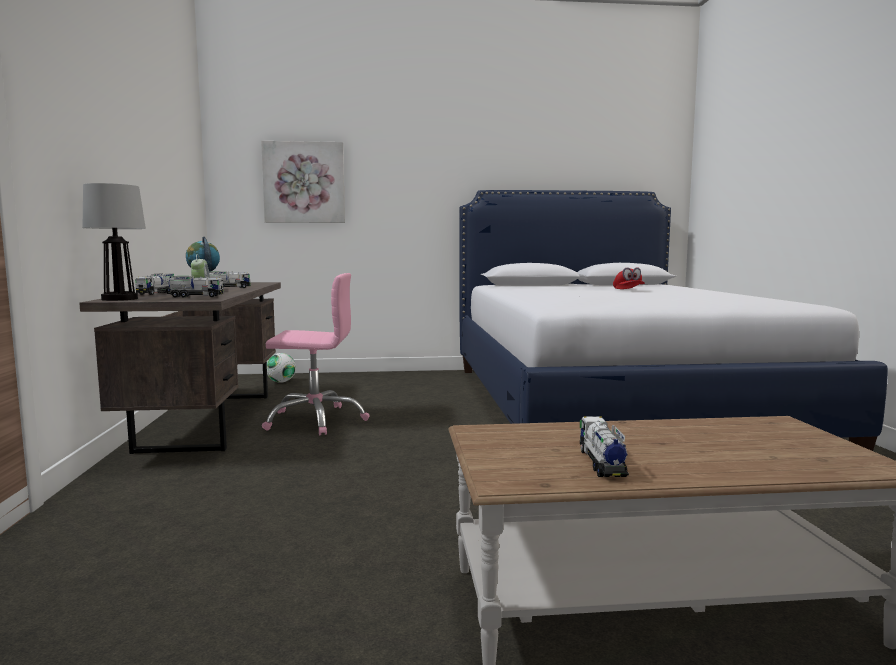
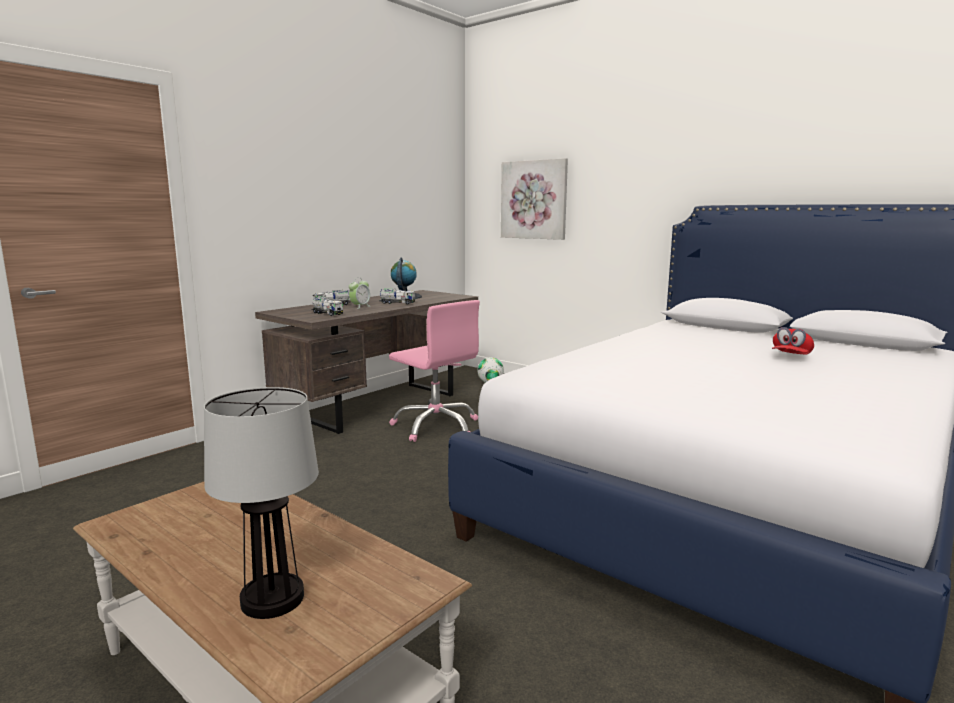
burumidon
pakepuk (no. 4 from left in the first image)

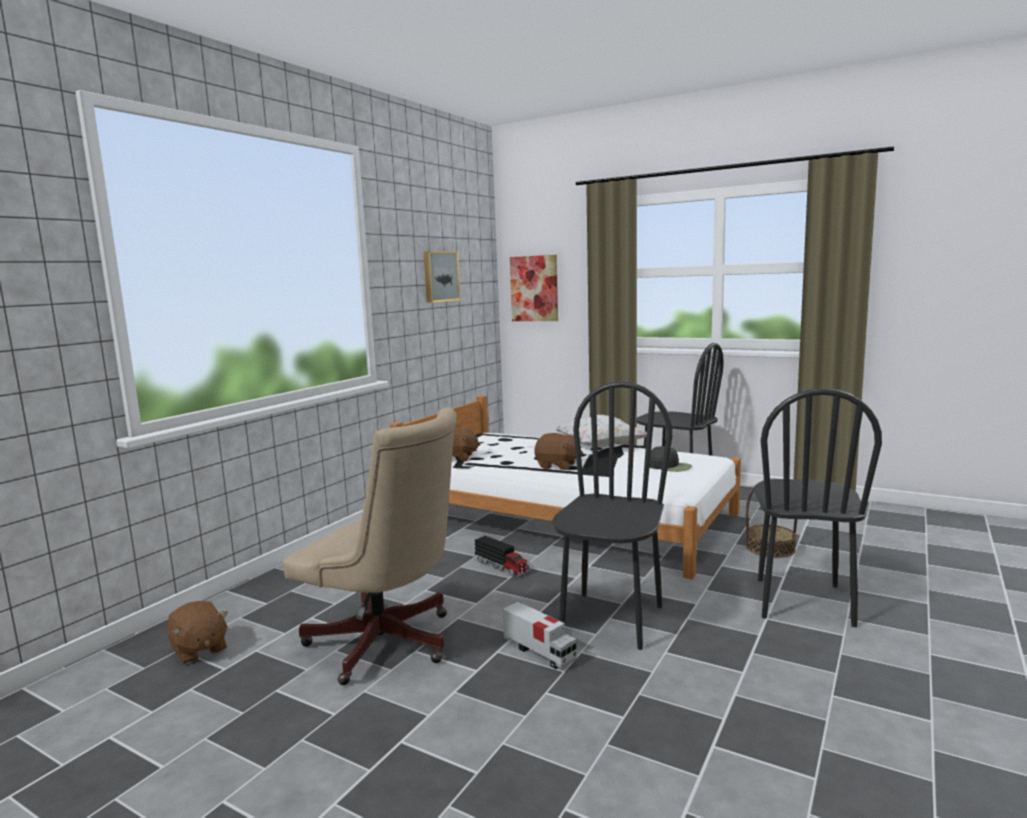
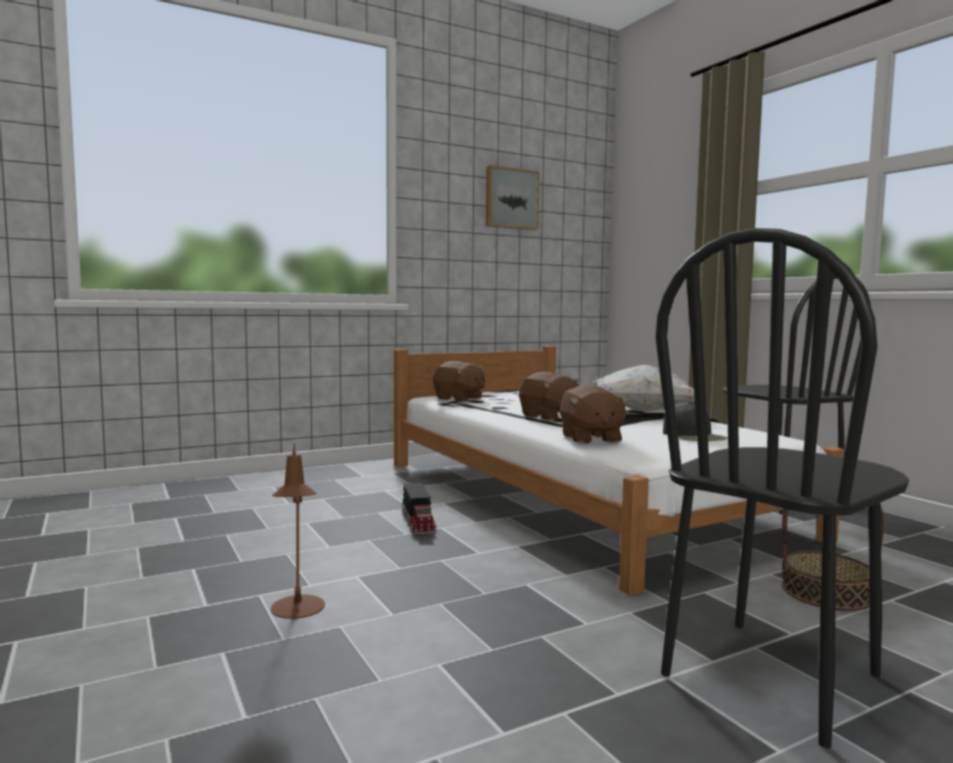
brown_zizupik (no. 3 from left)
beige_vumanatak
brown_burumidon
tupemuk (no. 2 from left in the first image)
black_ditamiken (no. 1 from left in the first image)

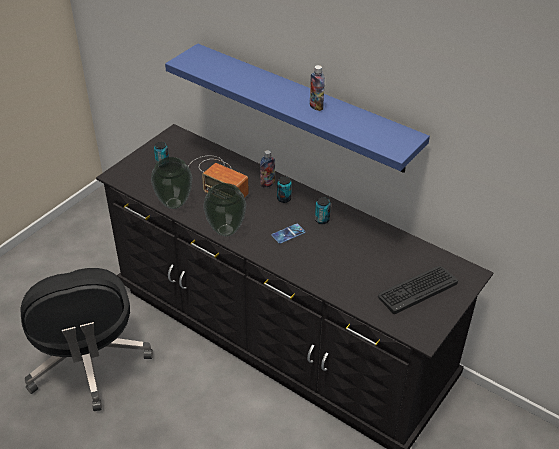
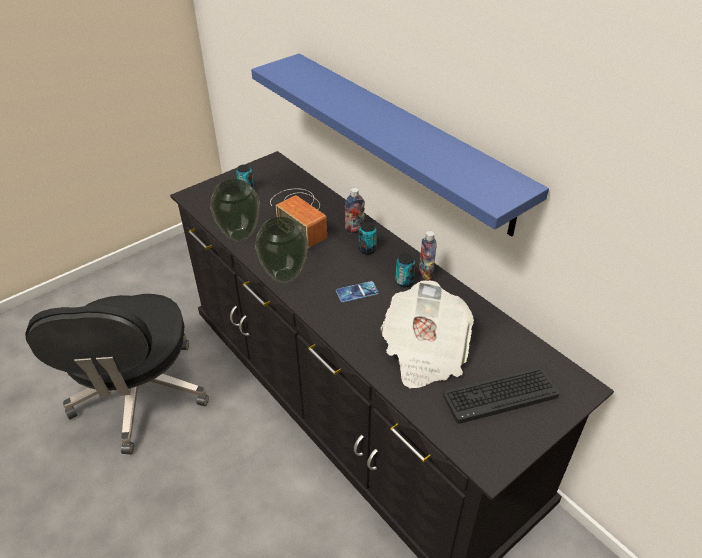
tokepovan (no. 2 from left)
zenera

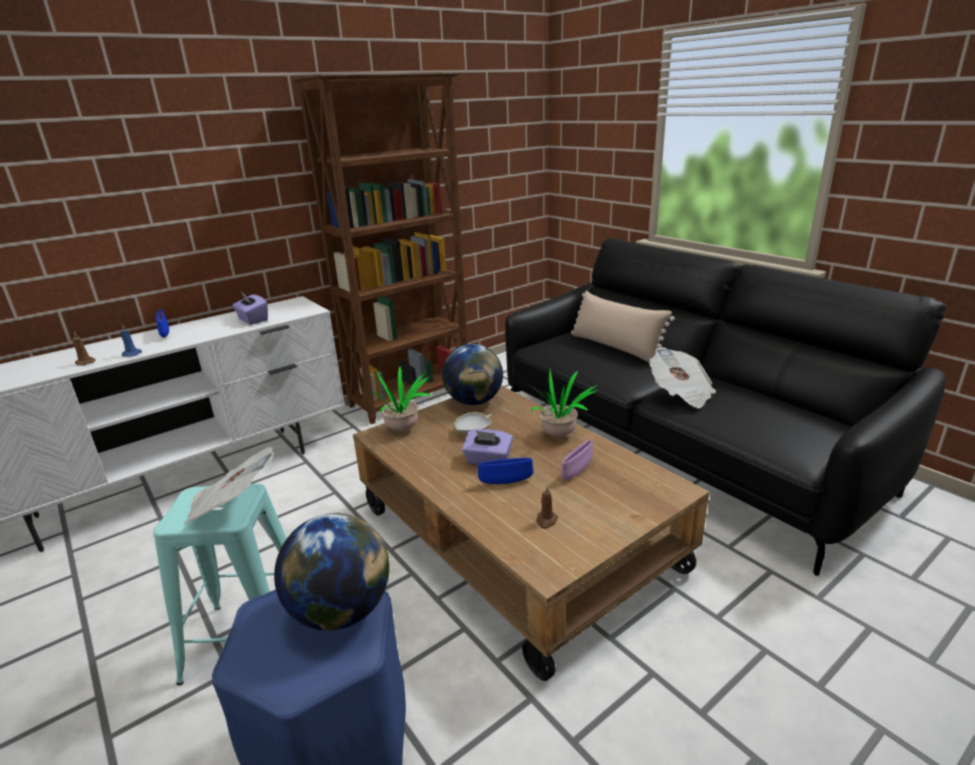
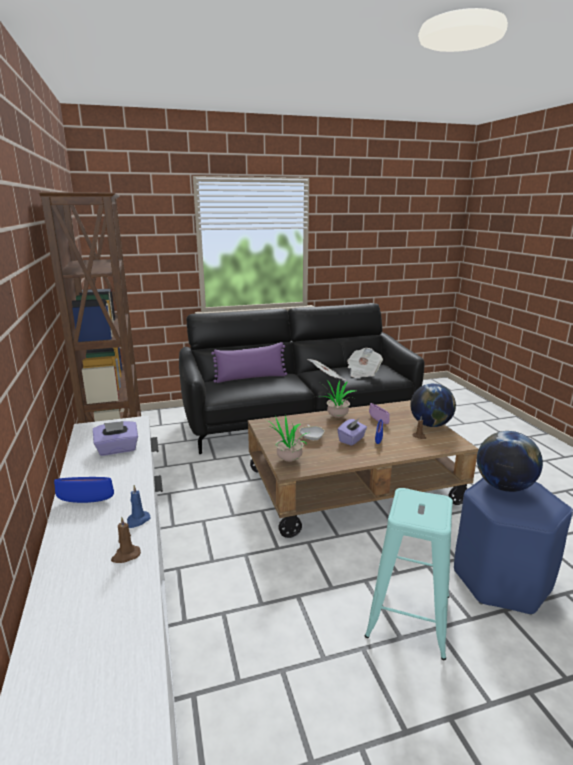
zenera (no. 2 from left)
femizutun (no. 1 from left)
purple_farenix

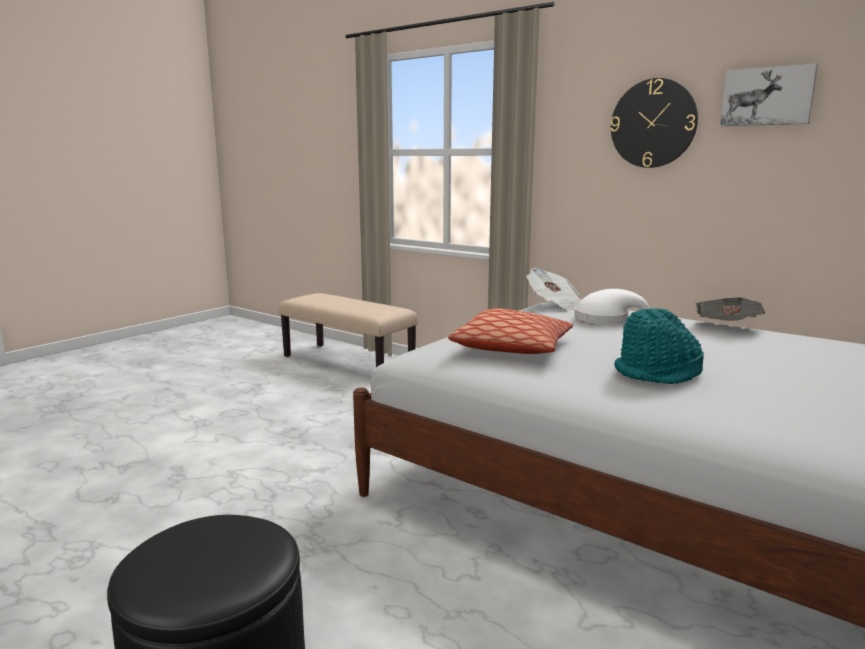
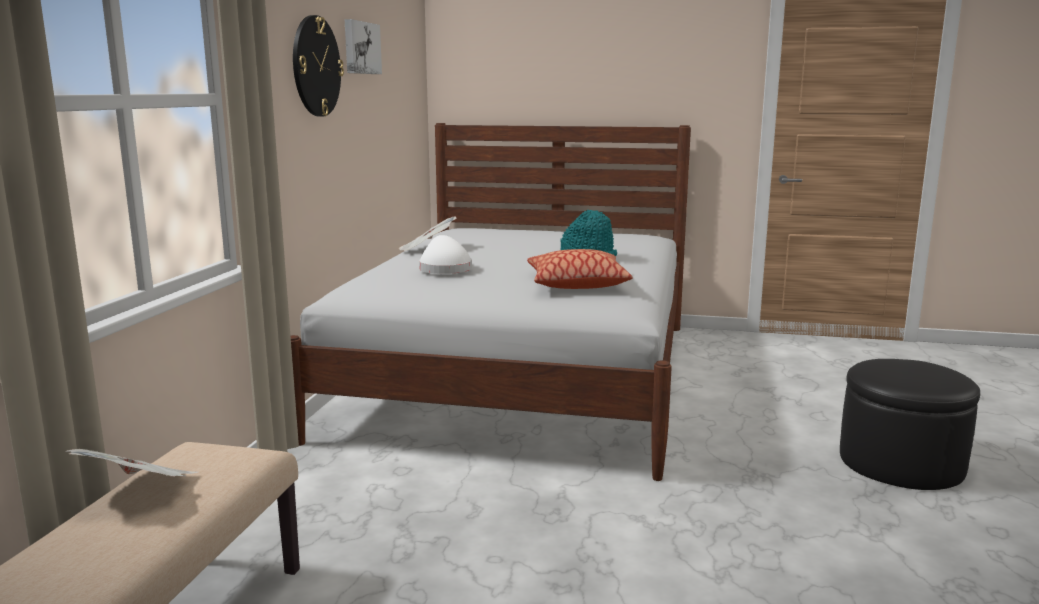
zenera (no. 1 from left)

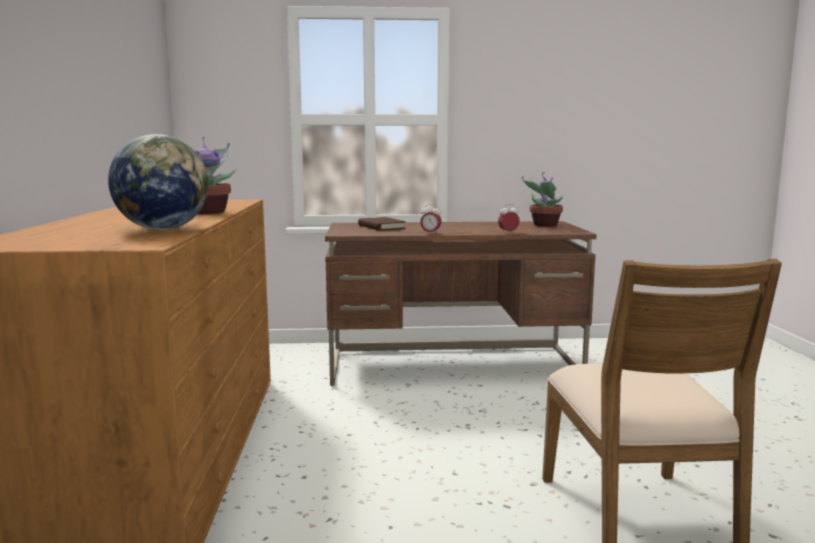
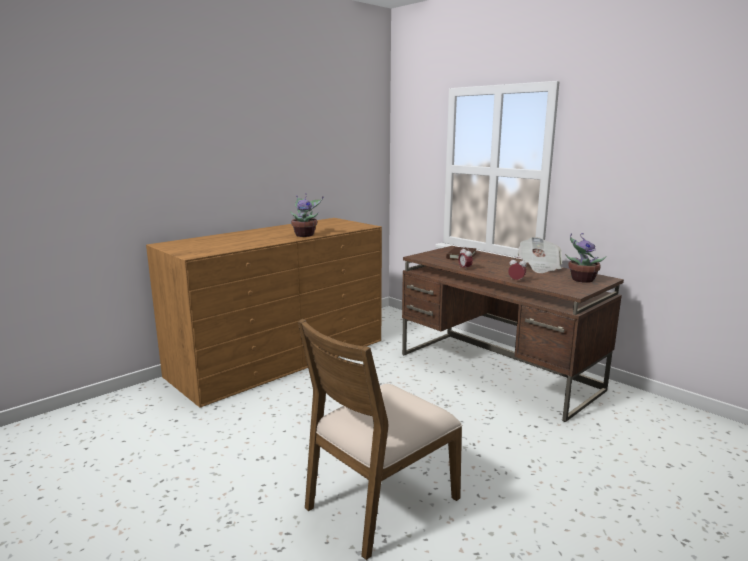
femizutun
zenera

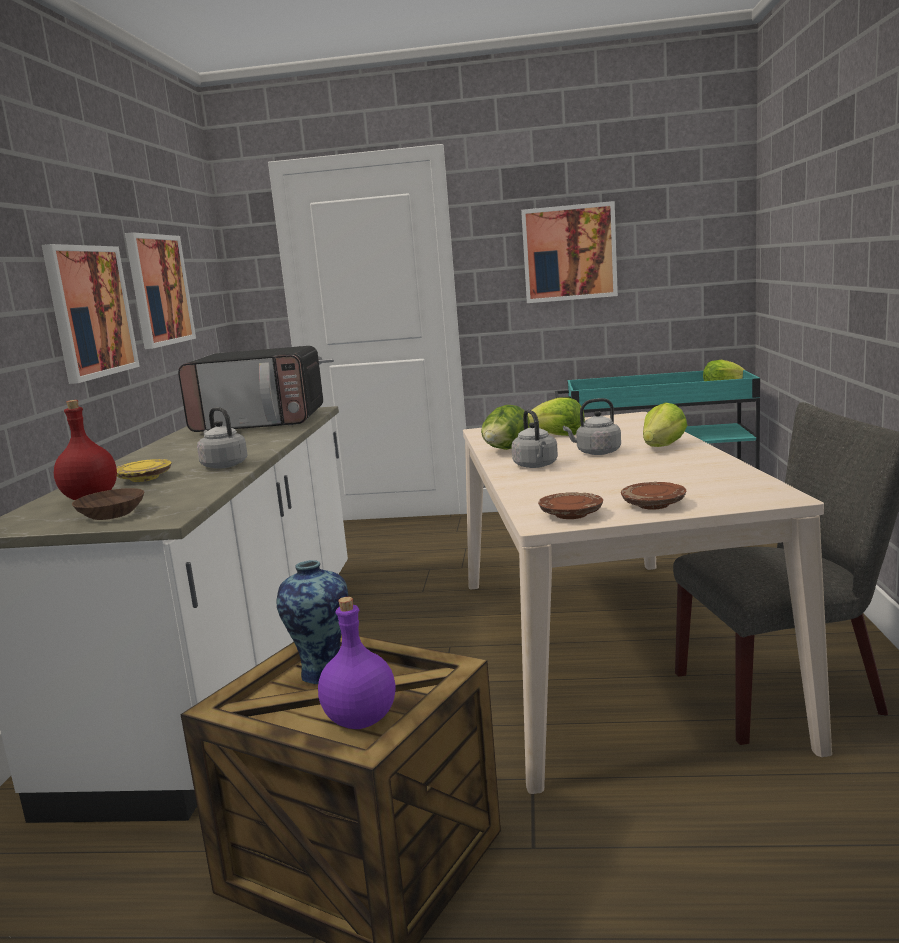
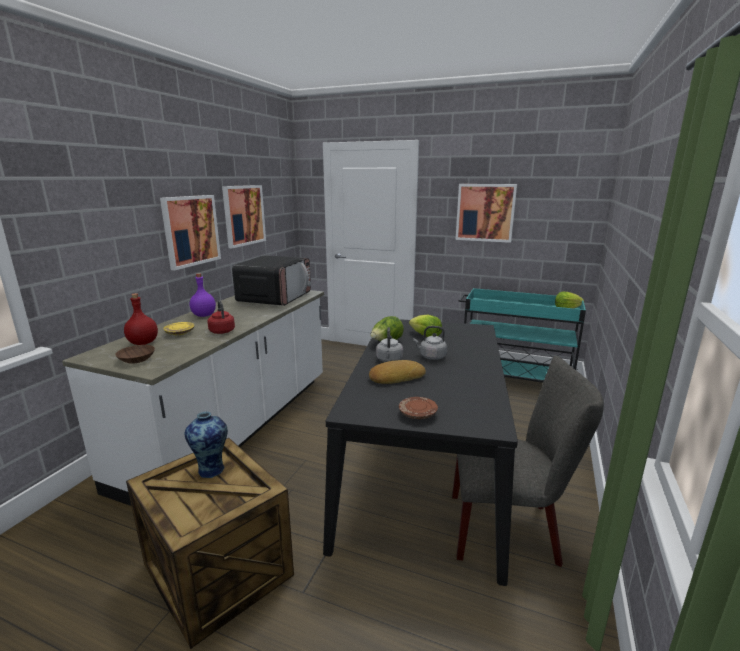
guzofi
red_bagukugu
purple_tokepovan
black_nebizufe
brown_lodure (no. 1 from left in the first image)
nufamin (no. 3 from left in the first image)
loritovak

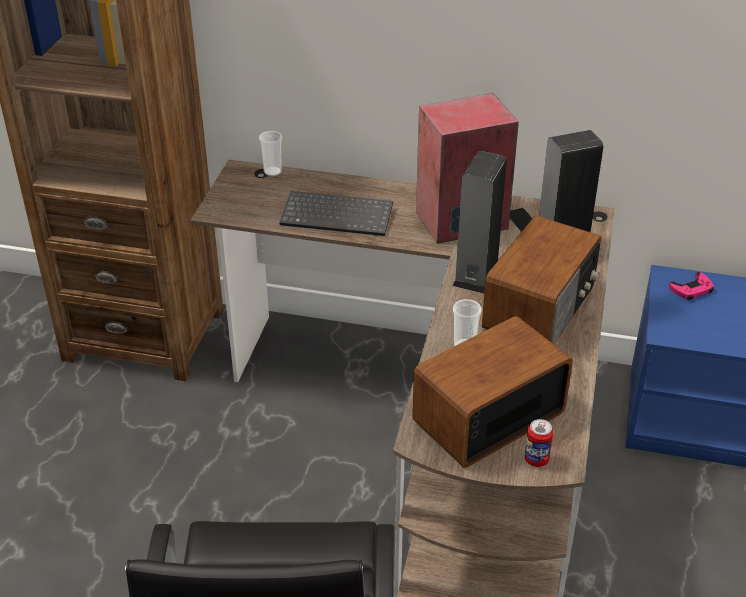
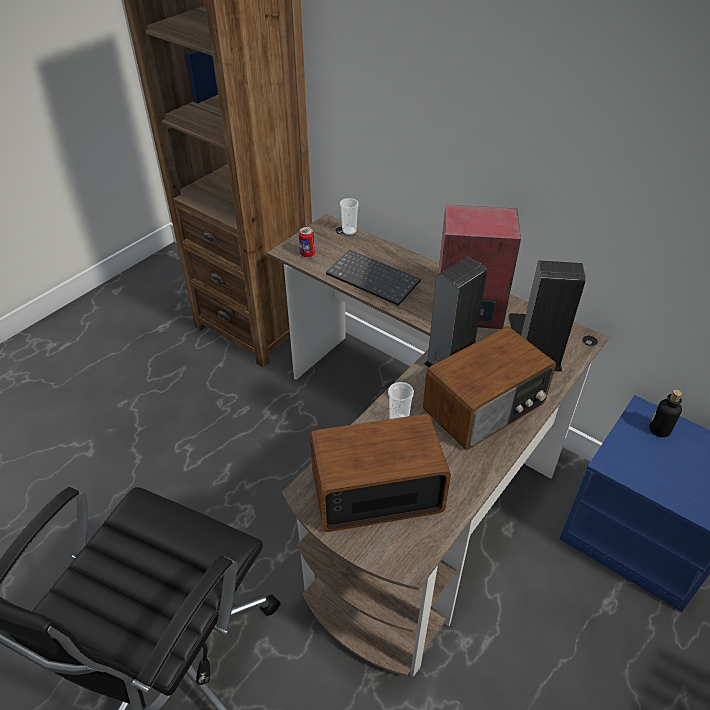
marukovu
tokepovan

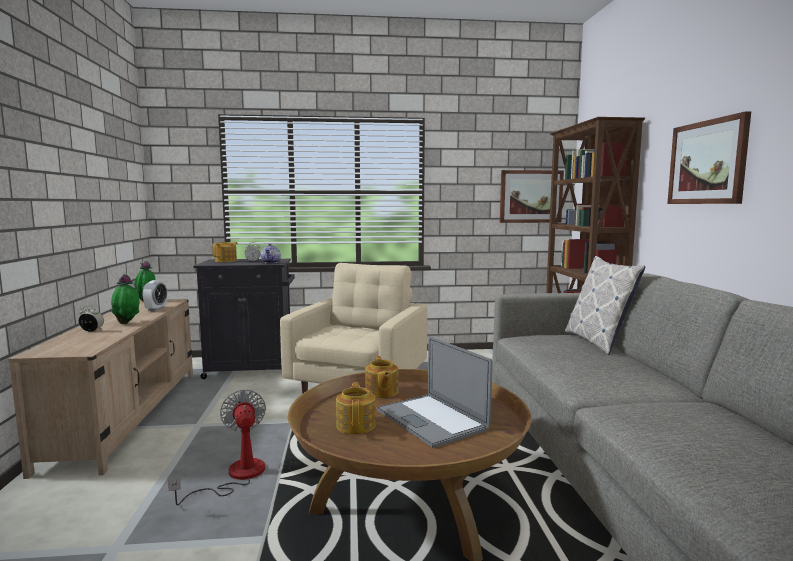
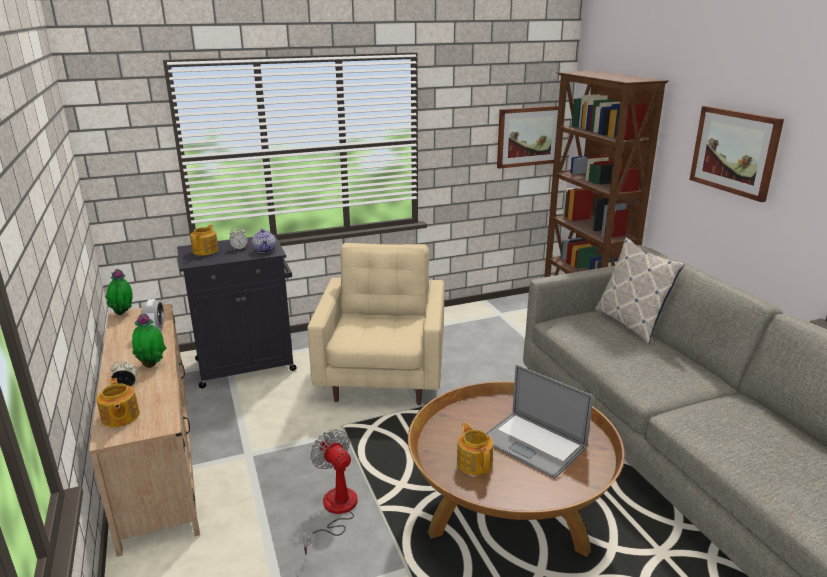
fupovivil (no. 1 from left)

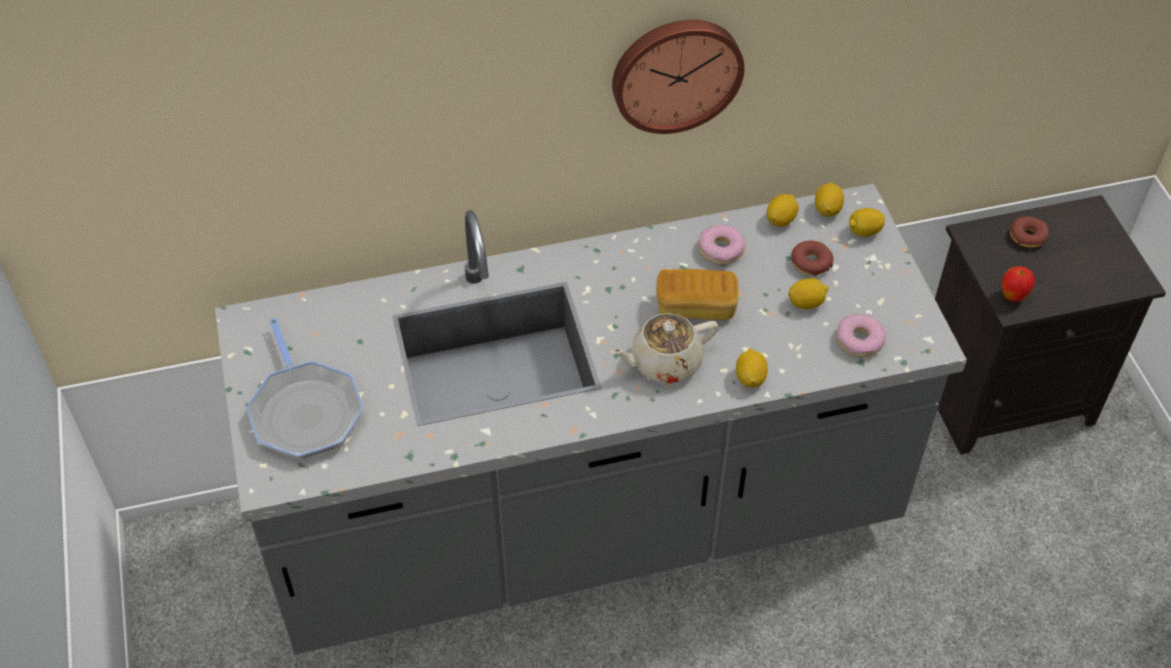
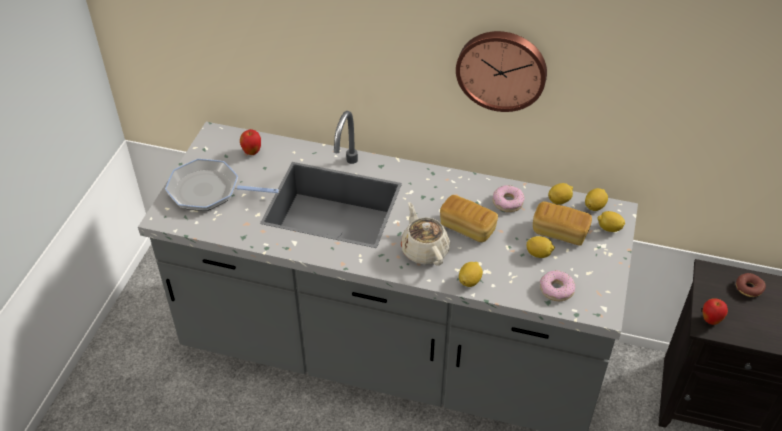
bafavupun
beige_fupovivil
loritovak (no. 2 from left)
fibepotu (no. 1 from left)

